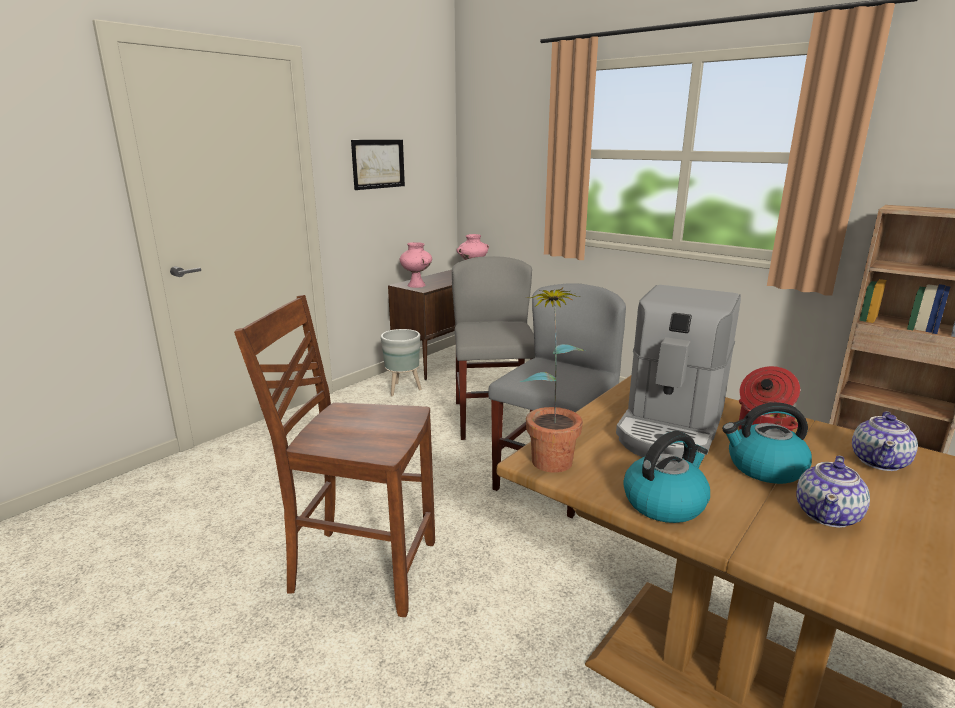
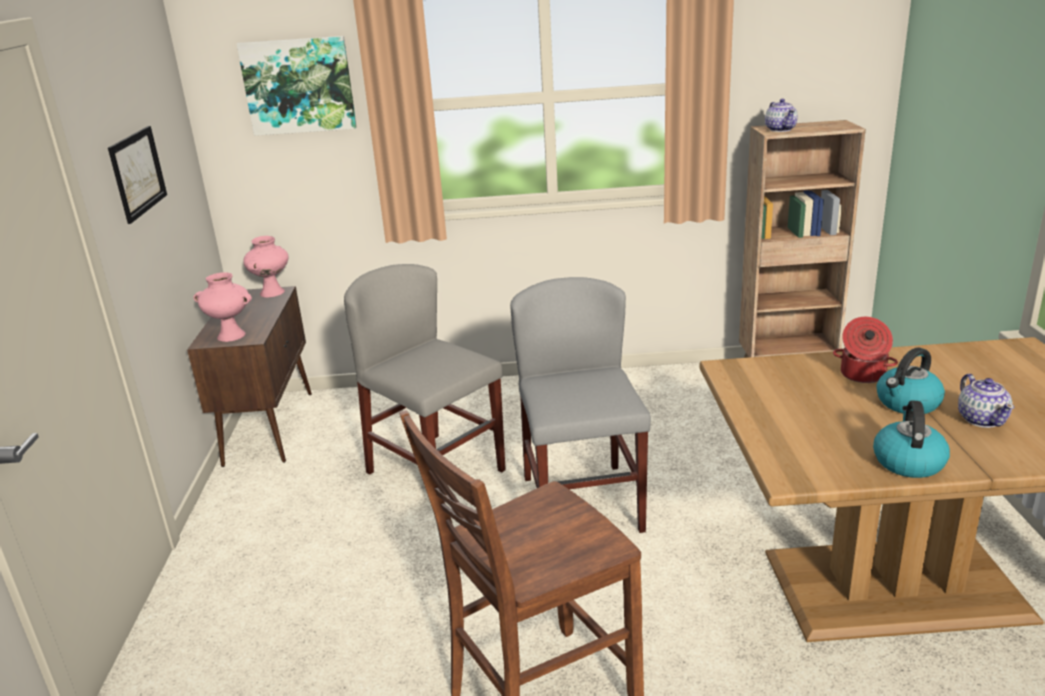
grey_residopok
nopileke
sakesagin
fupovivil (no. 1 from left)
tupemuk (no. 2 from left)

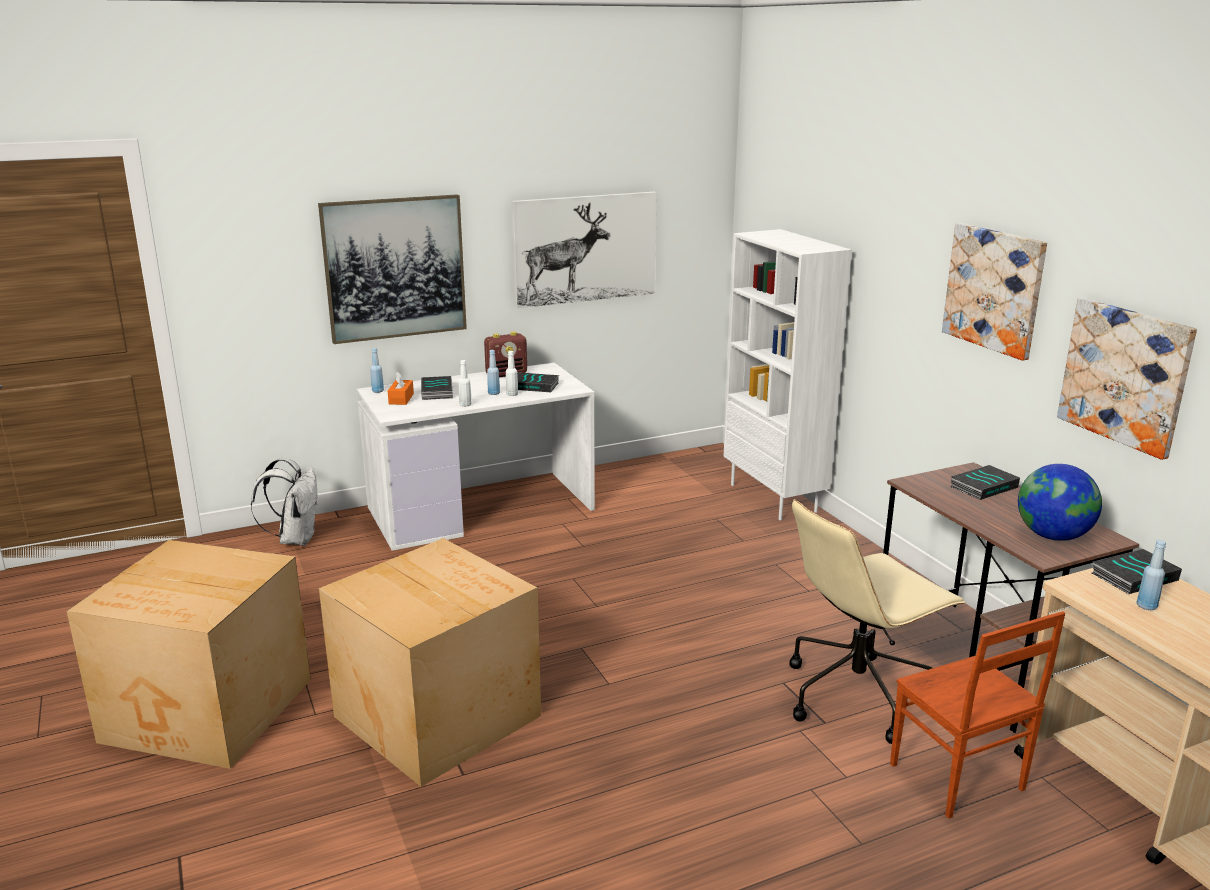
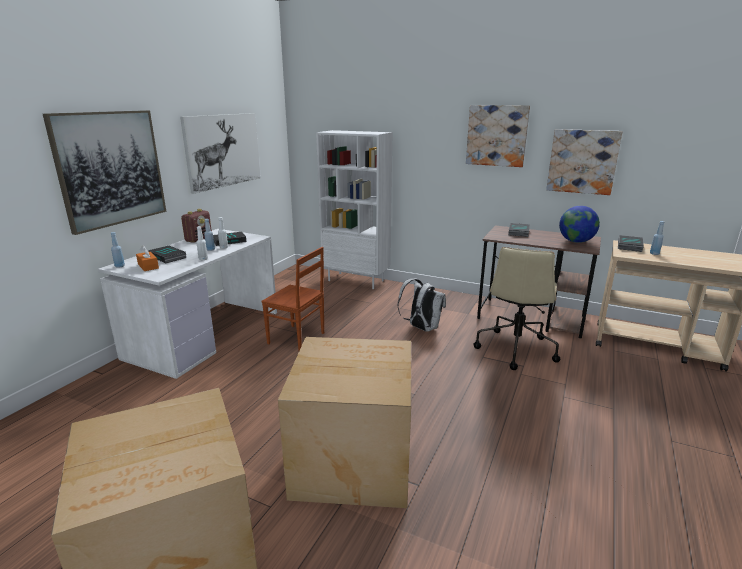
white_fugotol
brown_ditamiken

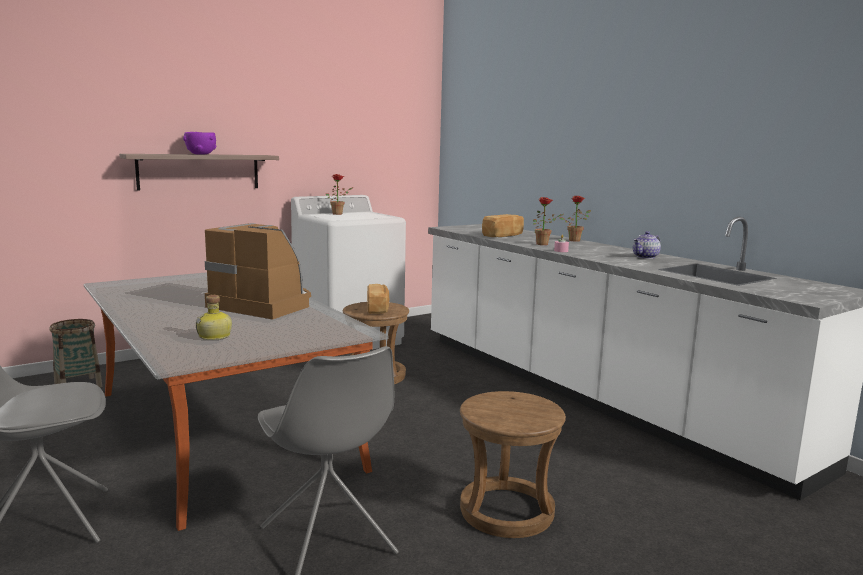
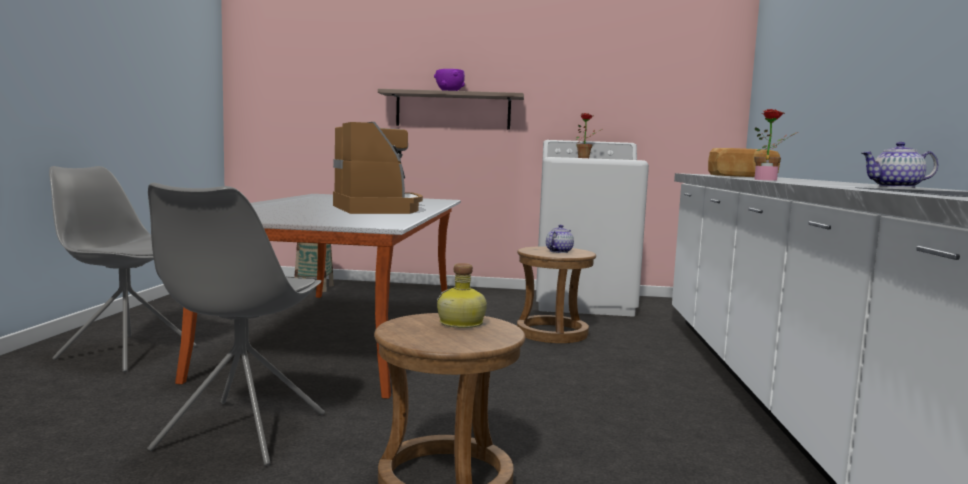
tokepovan
fupovivil (no. 1 from left)
nopileke (no. 3 from left in the first image)

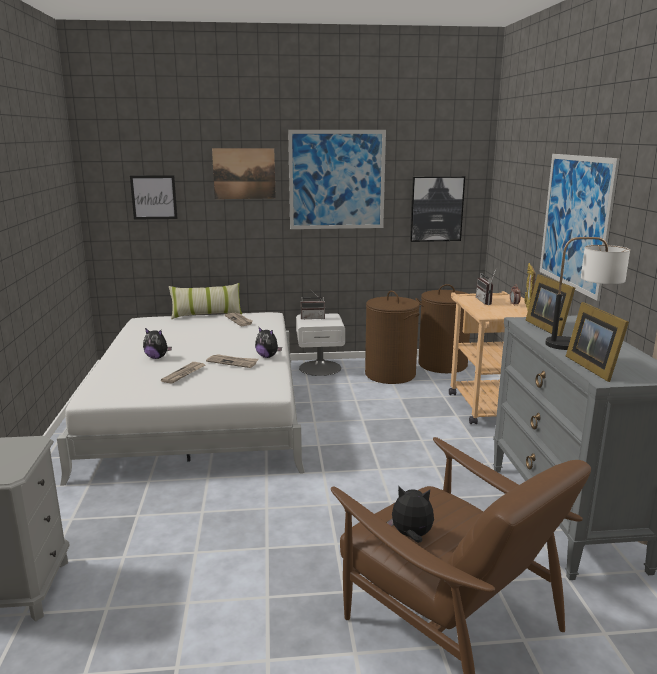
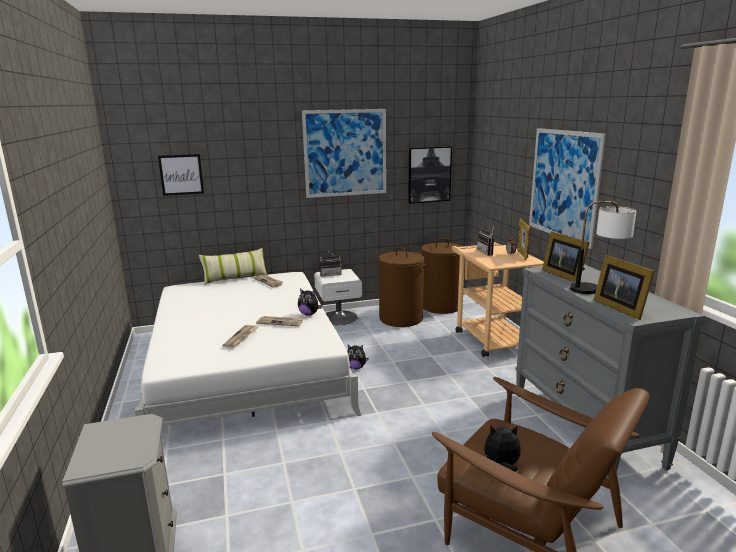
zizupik (no. 2 from left)
tupemuk (no. 2 from left in the first image)

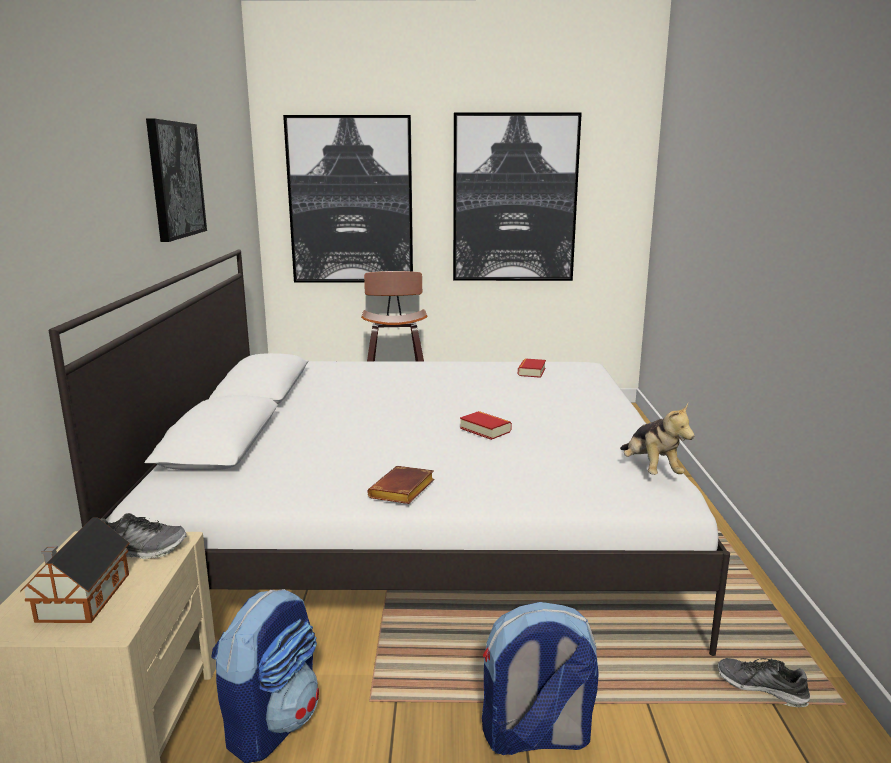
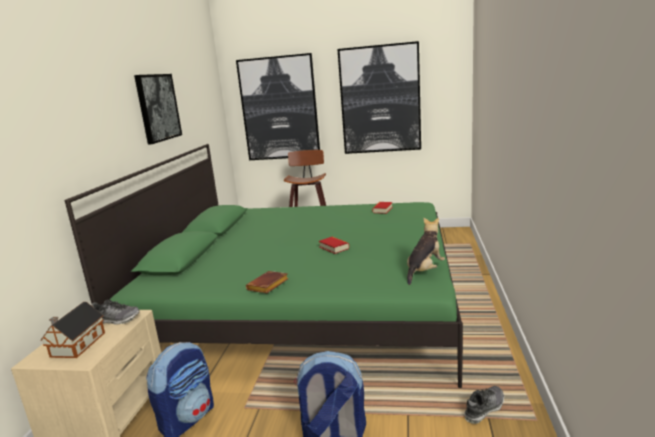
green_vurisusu
zizupik
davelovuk (no. 2 from left)

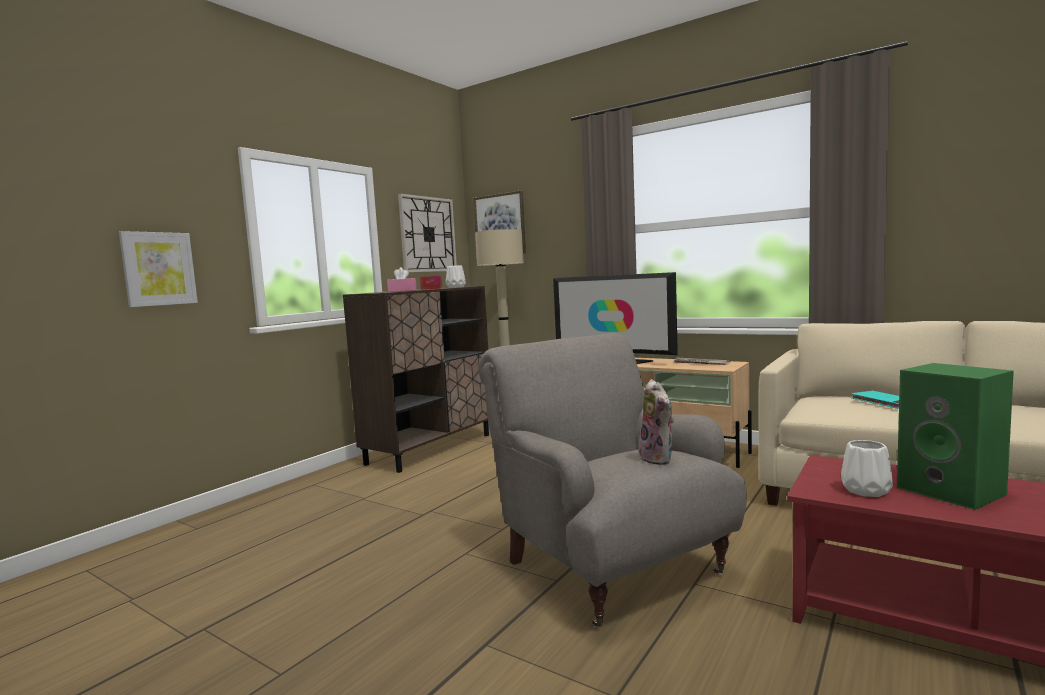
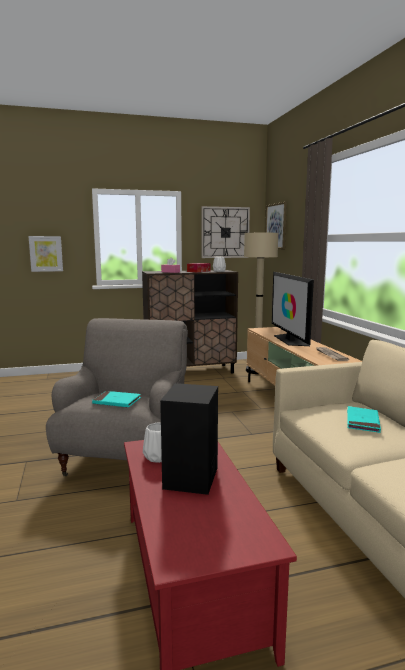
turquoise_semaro (no. 1 from left)
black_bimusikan

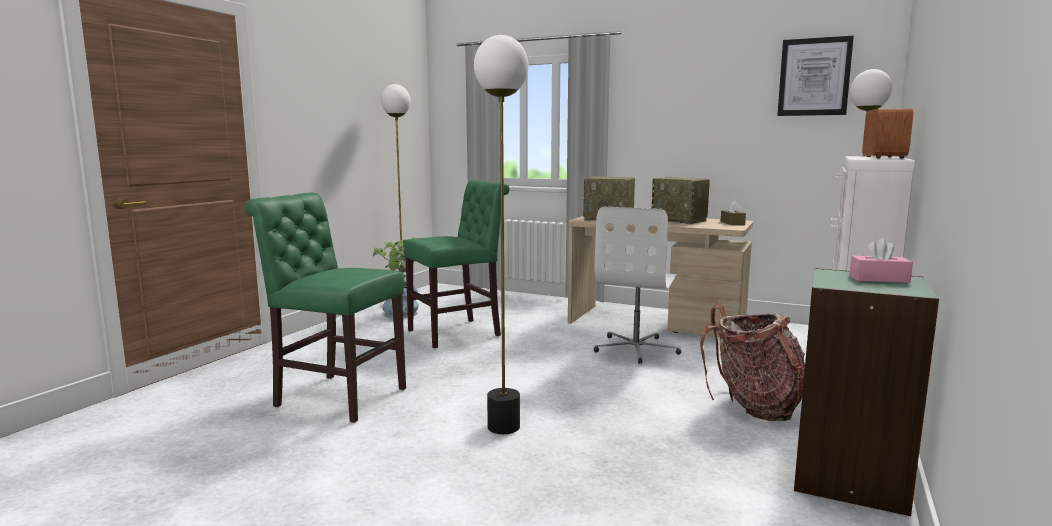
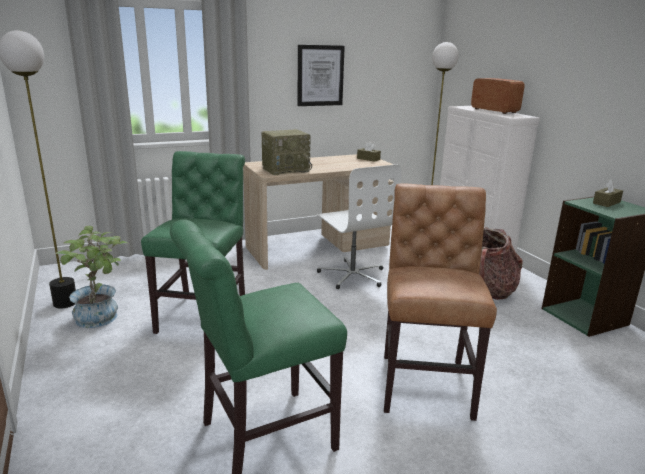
brown_ditamiken
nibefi (no. 2 from left in the first image)
tupemuk
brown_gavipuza (no. 2 from left)

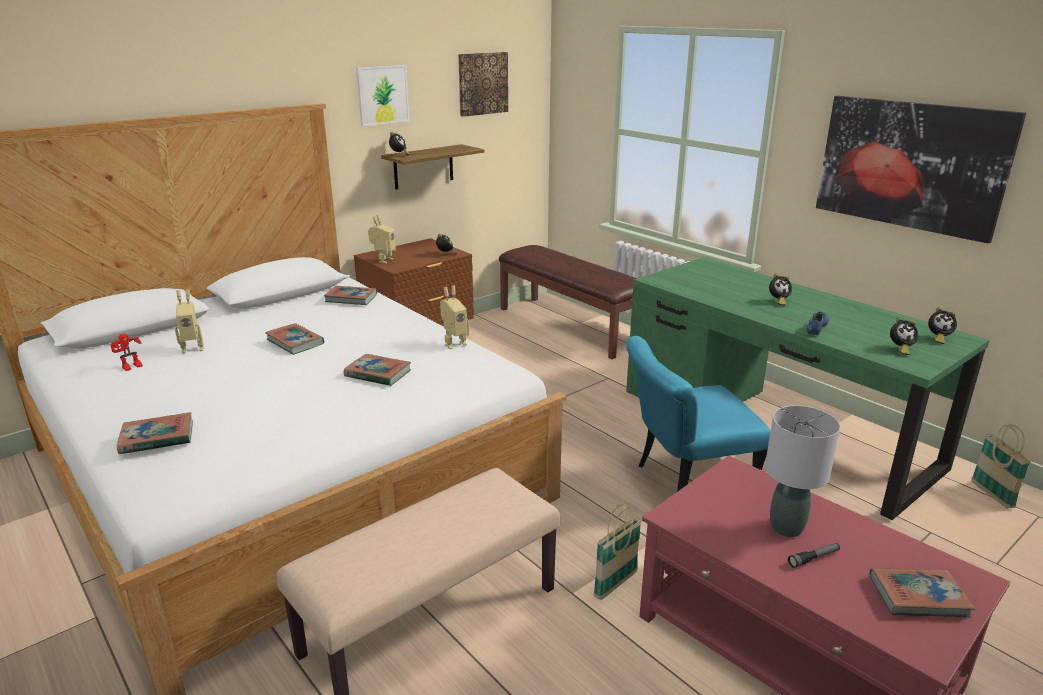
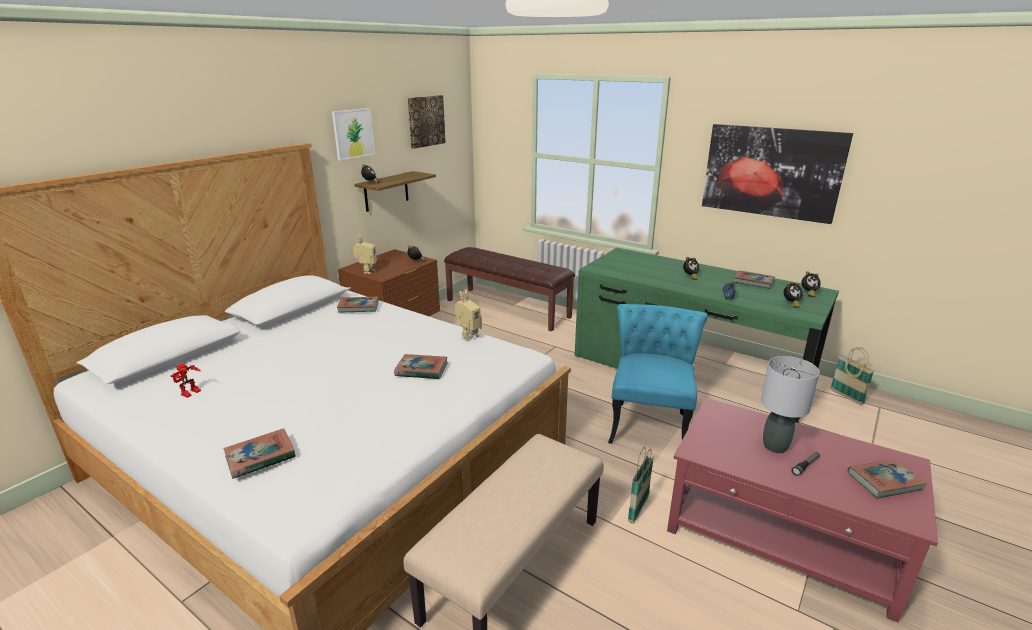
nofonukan (no. 2 from left in the first image)
semaro (no. 4 from left)
turquoise_ditamiken

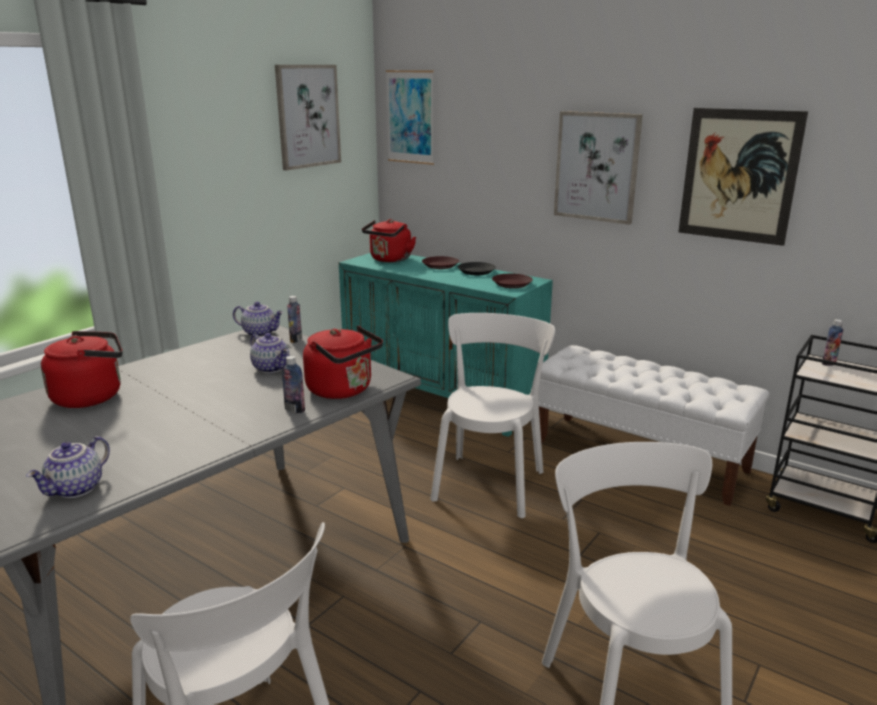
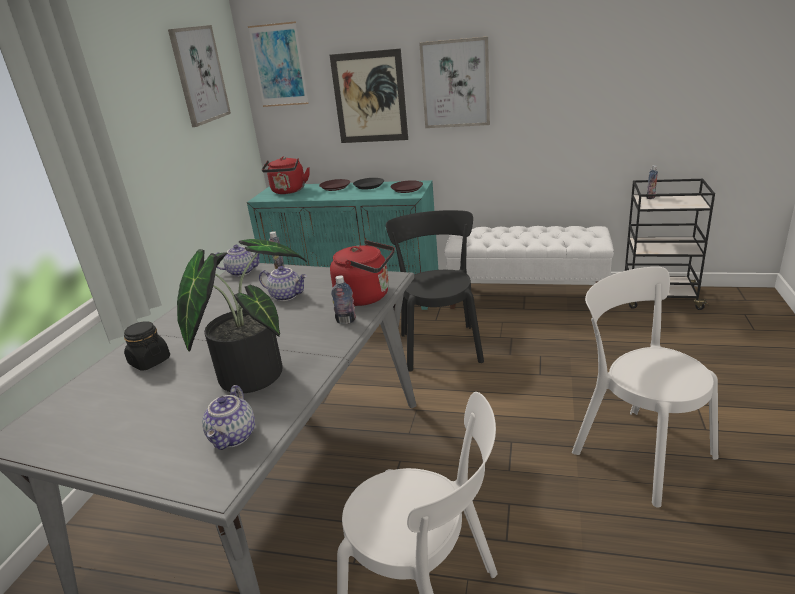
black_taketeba
black_ditamiken
tupemuk (no. 3 from left)
nopileke

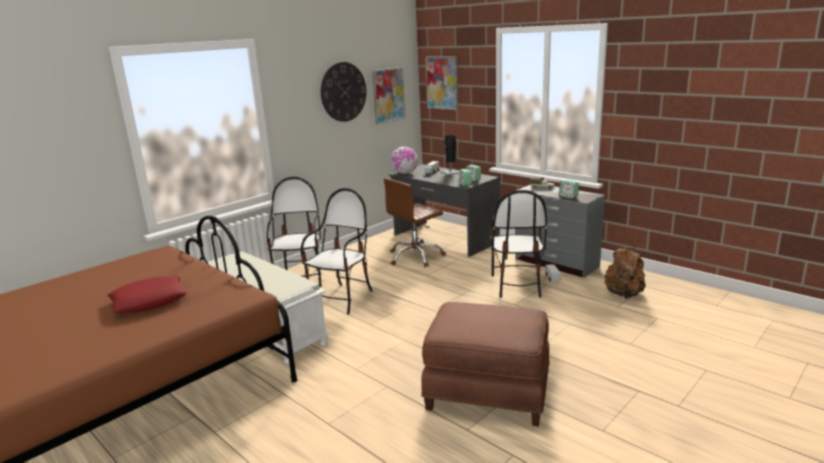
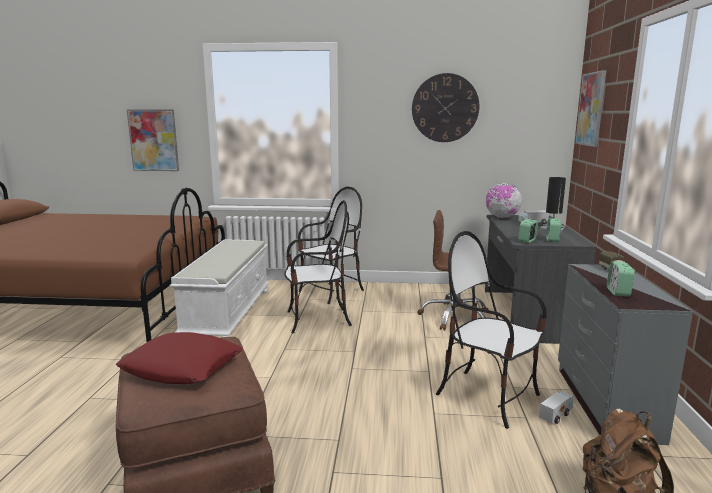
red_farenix
tupemuk (no. 1 from left)
ditamiken (no. 3 from left)

